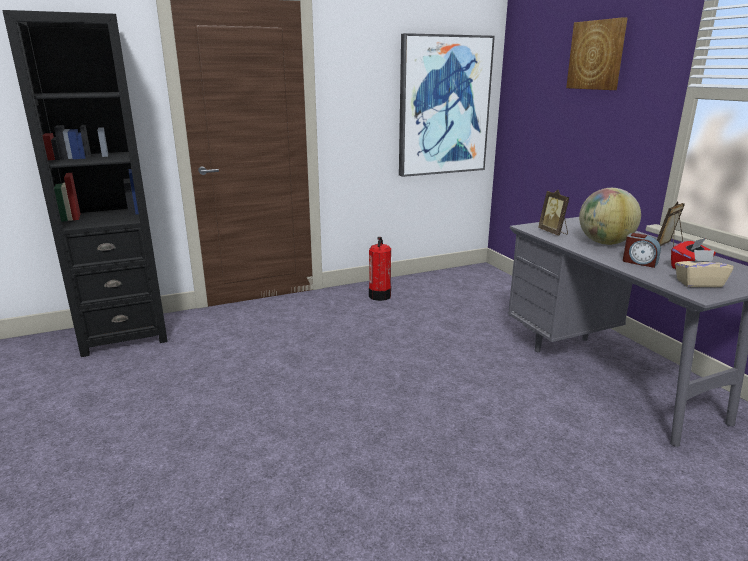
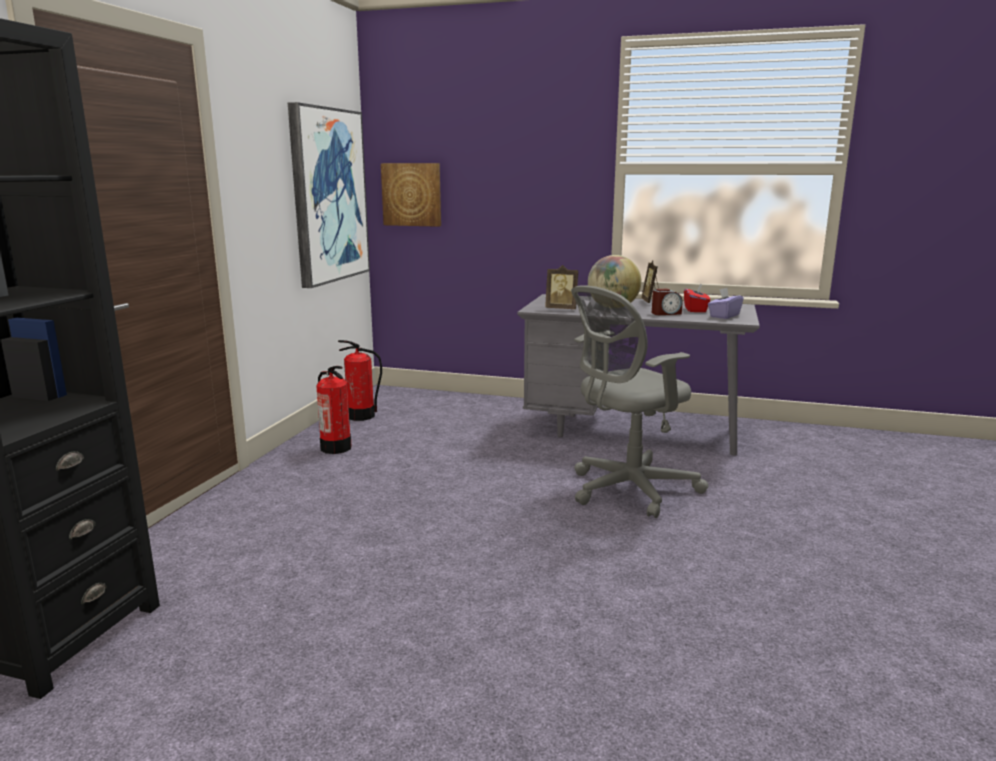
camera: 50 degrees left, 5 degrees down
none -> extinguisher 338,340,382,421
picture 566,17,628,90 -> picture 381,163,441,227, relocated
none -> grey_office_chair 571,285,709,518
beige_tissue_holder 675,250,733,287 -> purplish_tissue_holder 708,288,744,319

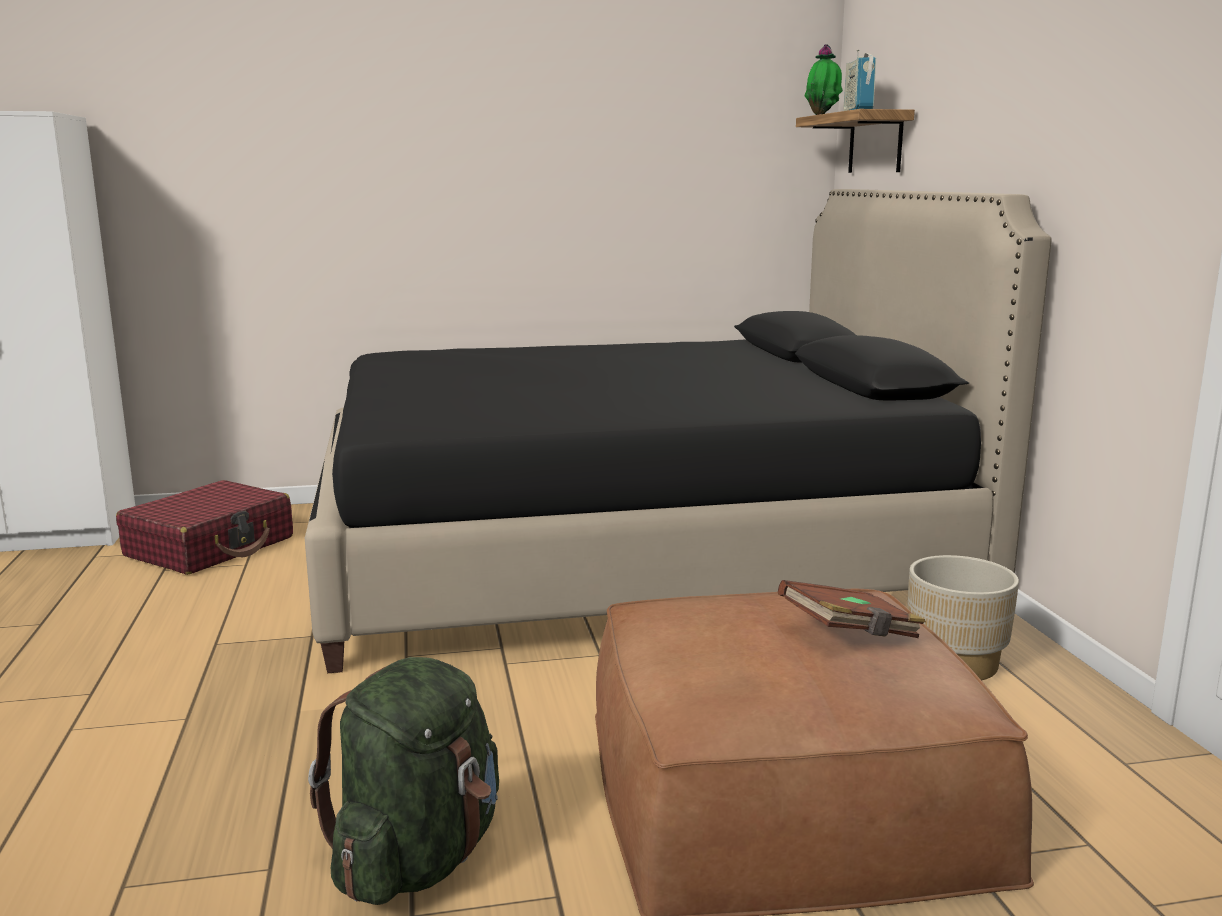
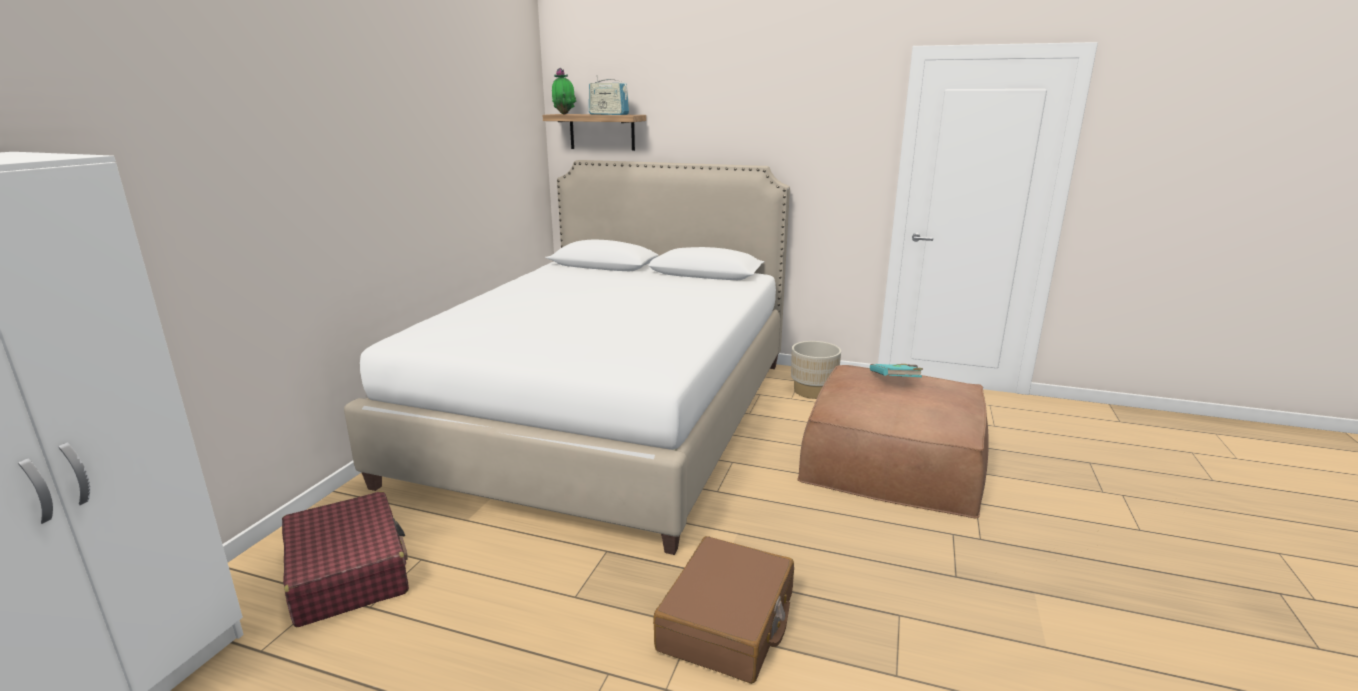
camera: 60 degrees left, 5 degrees up
black-coloured_bedroom_bed 305,189,1052,673 -> whitish_bedroom_bed 344,160,790,555
none -> brownish_travel_case 653,536,794,684
brownish_bound_book 778,580,926,638 -> turquoise_bound_book 870,364,923,377
green_backpack 308,657,499,905 -> none

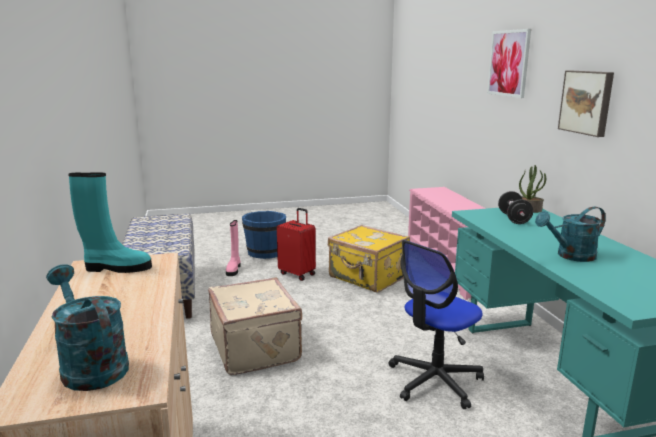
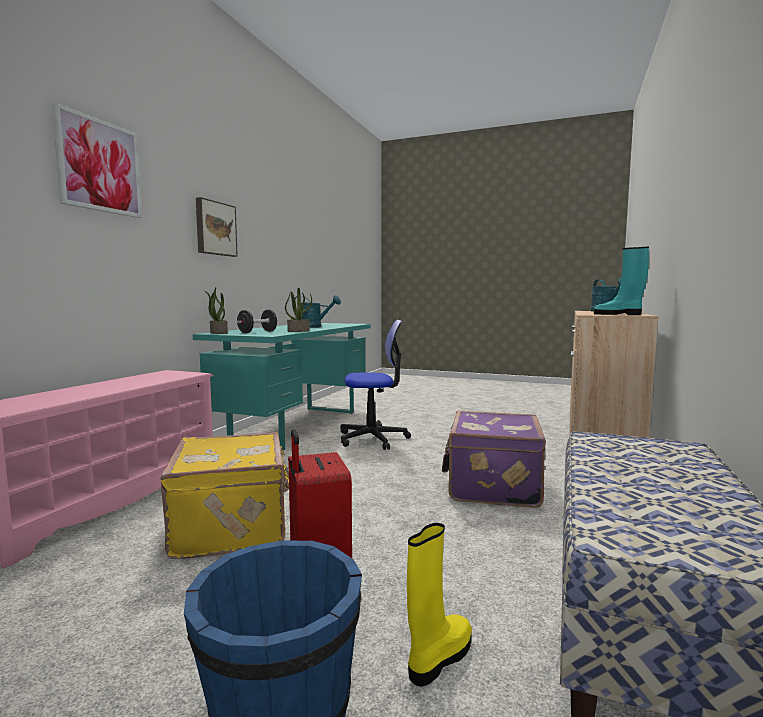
camera: 145 degrees left, 10 degrees down
none -> plant_in_a_pot 285,287,312,332
pink_tall_boot 226,220,241,276 -> yellow-coloured_tall_boot 407,523,472,687
beige_travel_case 208,277,302,375 -> purplish_travel_case 442,410,546,508

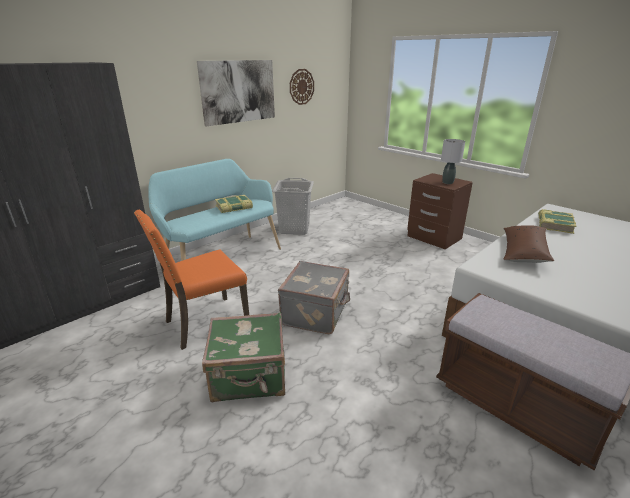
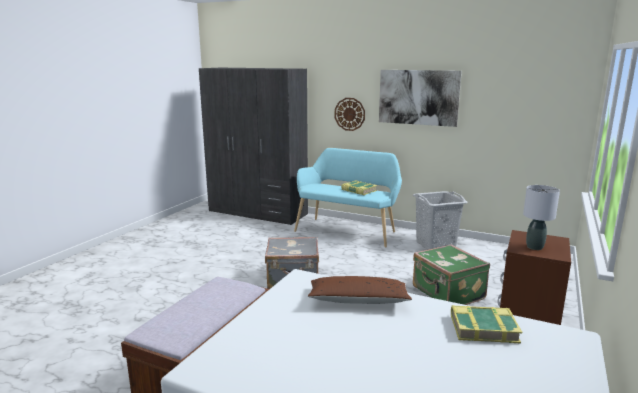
camera: 70 degrees right, 10 degrees down
hanging_clock 290,69,314,105 -> hanging_clock 335,98,365,131, relocated
green_travel_case 202,312,285,402 -> green_travel_case 413,244,490,305, relocated
orangey_upright_chair 134,210,249,350 -> none

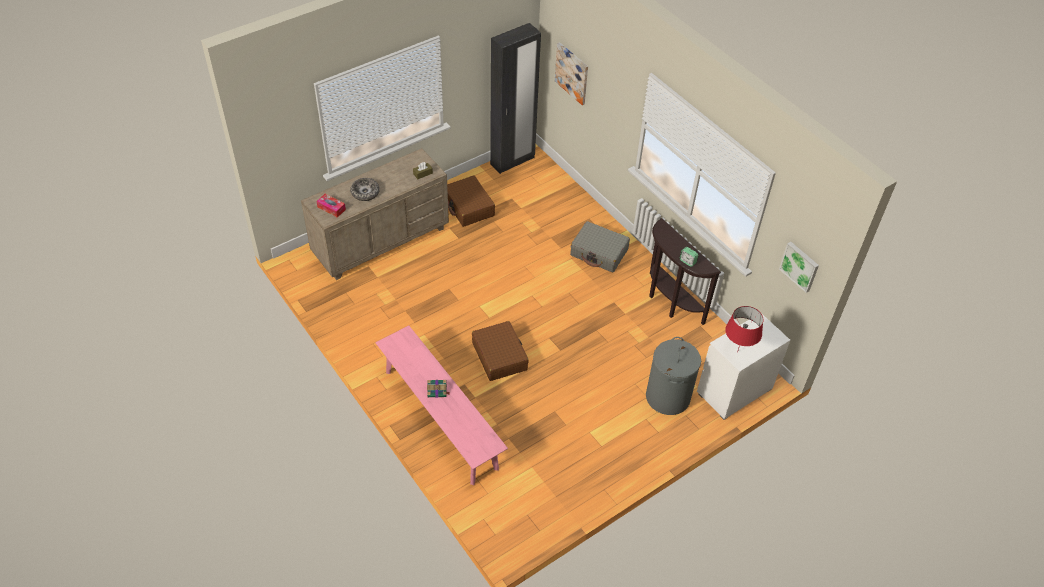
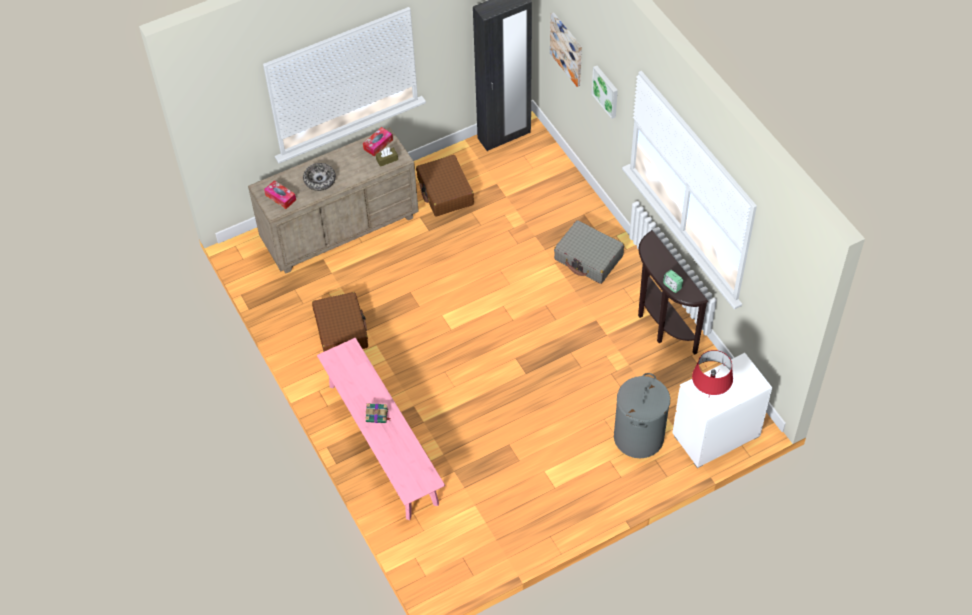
camera: 10 degrees right, 5 degrees up
brownish_travel_case 472,321,529,381 -> brownish_travel_case 312,292,368,351, relocated
none -> tissue_holder 363,127,393,156
picture 779,242,819,293 -> picture 592,66,618,119, relocated

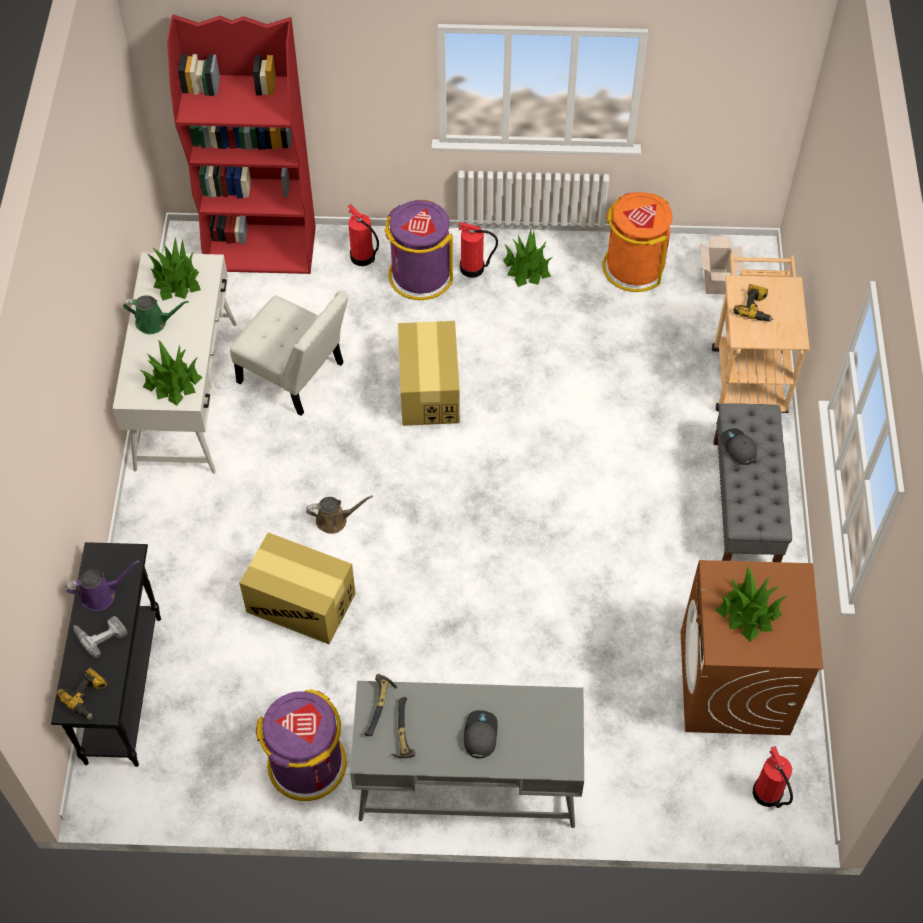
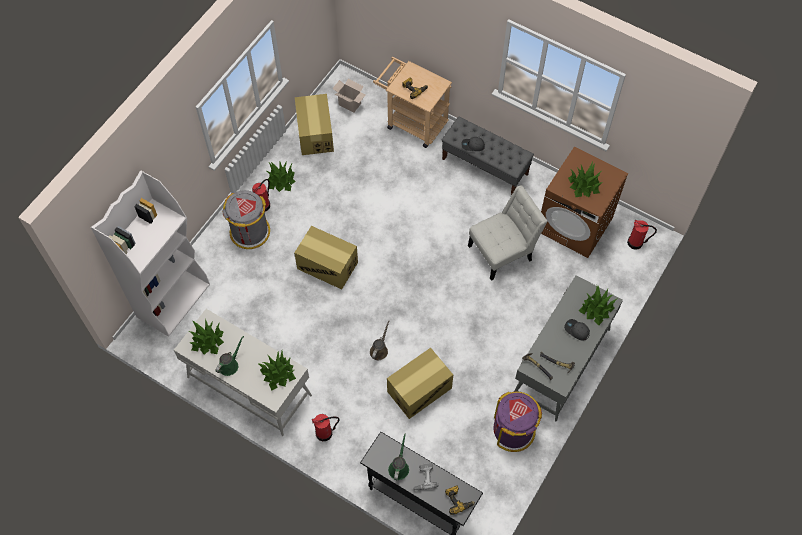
camera: 60 degrees left, 5 degrees up
red_bookcase 167,15,316,274 -> whitish_bookcase 91,170,210,337
purplish_rubbish_bin 385,200,453,300 -> grey_rubbish_bin 222,190,270,249
orangey_rubbish_bin 602,192,672,292 -> cardboard_box 295,94,334,155
extinguisher 348,204,379,266 -> extinguisher 312,414,339,441, relocated
purplish_sprinkling_can 66,560,139,611 -> green_sprinkling_can 388,433,409,480
whitish_upright_chair 230,291,349,416 -> whitish_upright_chair 468,185,548,281, relocated
none -> plant_in_a_pot 579,286,618,325

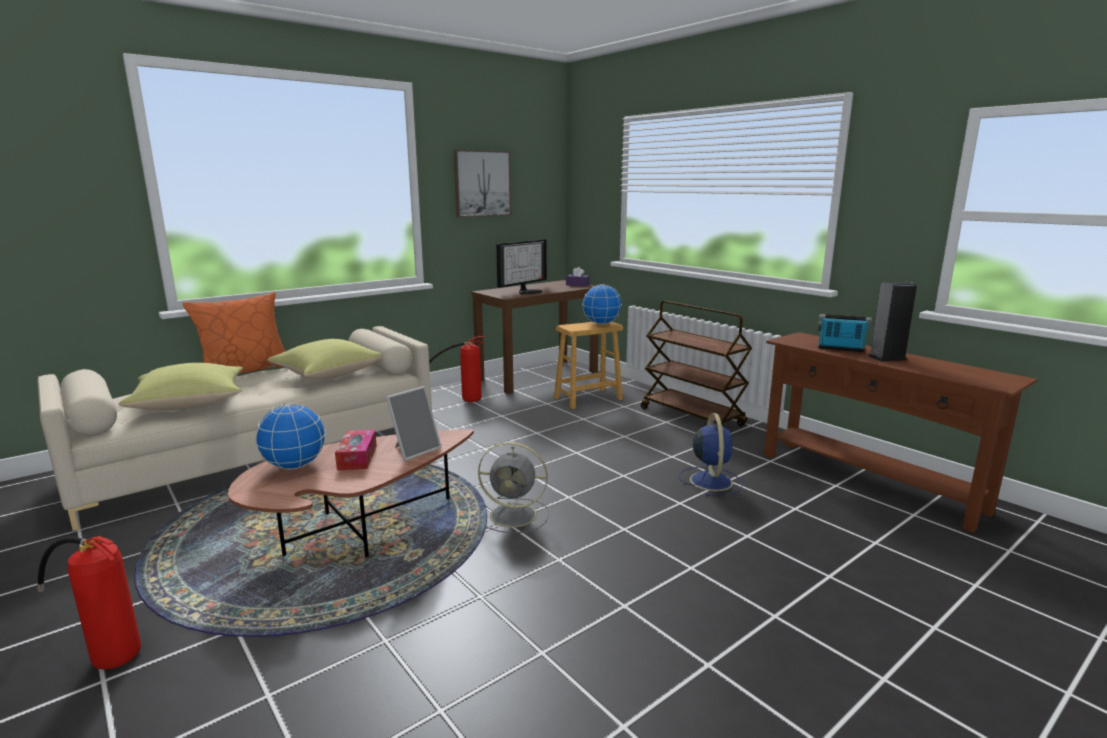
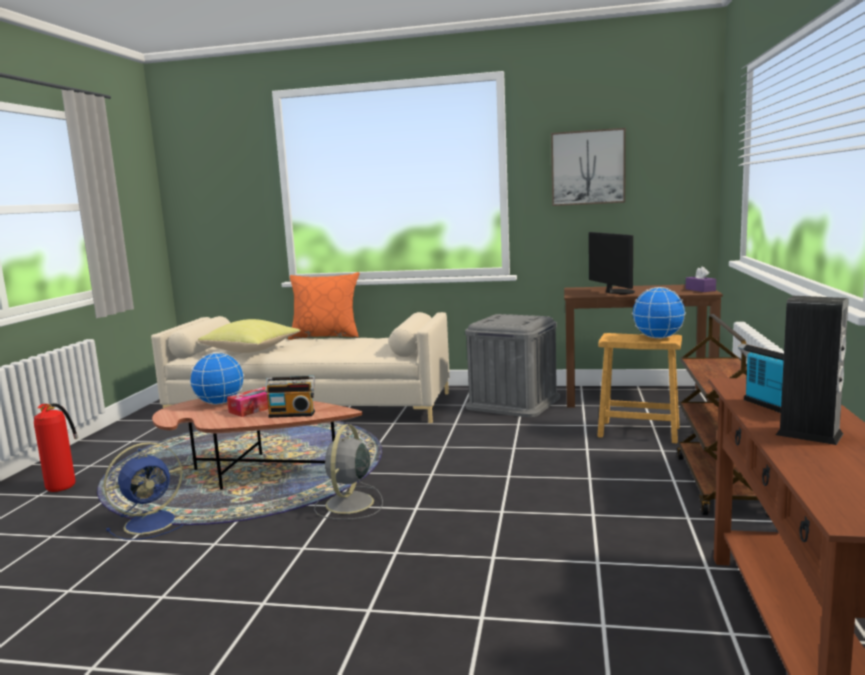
camera: 50 degrees right, 5 degrees down
blue_fan 679,413,742,497 -> blue_fan 104,442,183,540, relocated
photo_frame 386,386,441,461 -> radio_set 265,376,315,418
grey_fan 478,442,549,533 -> grey_fan 314,424,383,520, 45 degrees clockwise
extinguisher 429,336,486,402 -> grey_storage_bin 465,314,560,417
computer_screen 496,239,547,294 -> computer_screen 589,232,635,294, 105 degrees counterclockwise
yellow-coloured_pillow 267,339,381,379 -> none

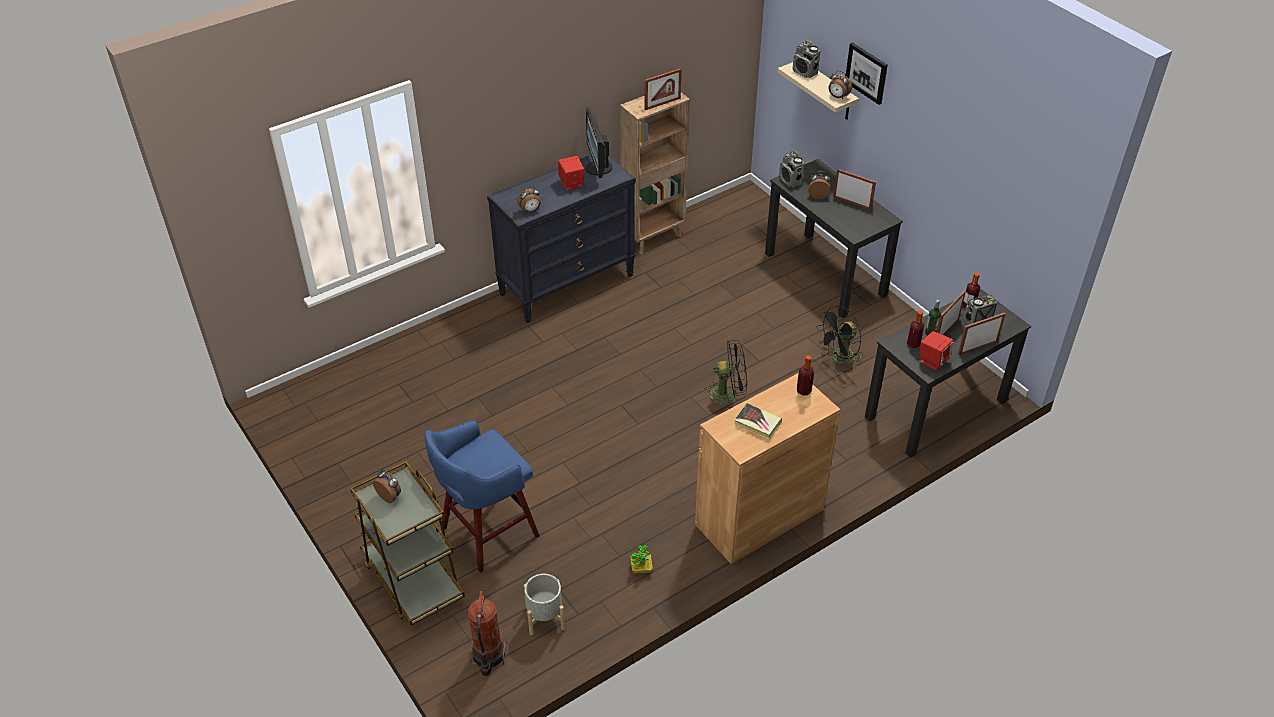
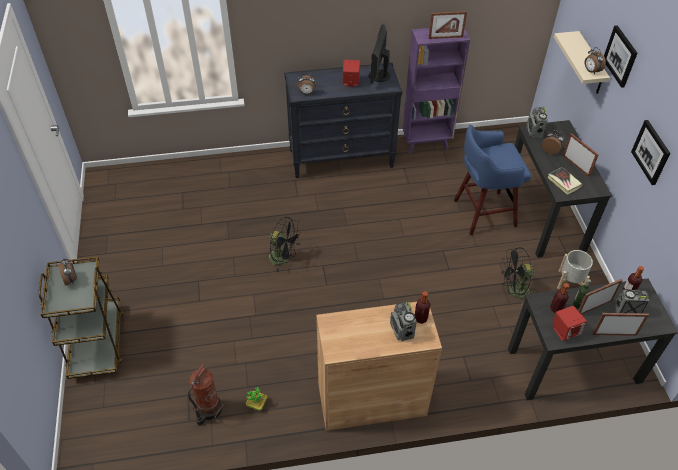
camera: 25 degrees right, 5 degrees up
extinguisher 467,591,507,676 -> extinguisher 188,364,226,425, relocated
black-coloured_fan 702,340,747,409 -> black-coloured_fan 267,216,301,272, relocated
radio_set 793,40,820,78 -> radio_set 390,301,417,341, relocated
brownish_bookcase 620,93,690,254 -> purplish_bookcase 402,28,470,154
blue_stool 425,420,540,573 -> blue_stool 454,125,531,235, relocated
bound_book 735,403,782,439 -> bound_book 548,167,582,195, relocated
grey_planter 524,574,565,635 -> grey_planter 557,250,593,289, relocated
none -> picture 631,120,670,185

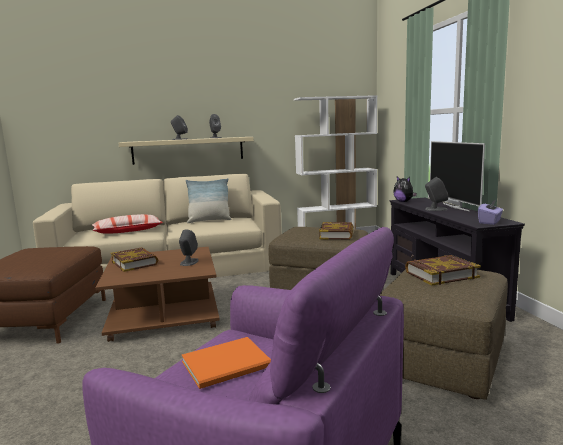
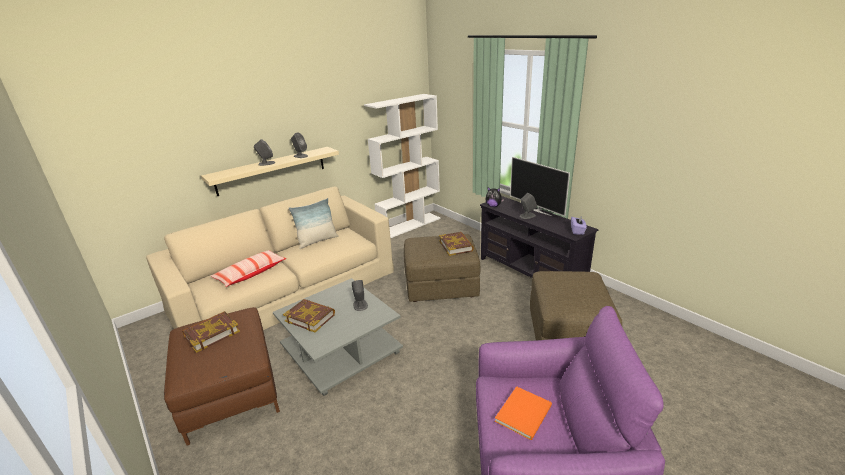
camera: 25 degrees left, 15 degrees up
bound_book 405,255,481,285 -> bound_book 182,311,240,353, relocated
brownish_coffee_table 96,247,220,342 -> grey_coffee_table 273,278,403,396

